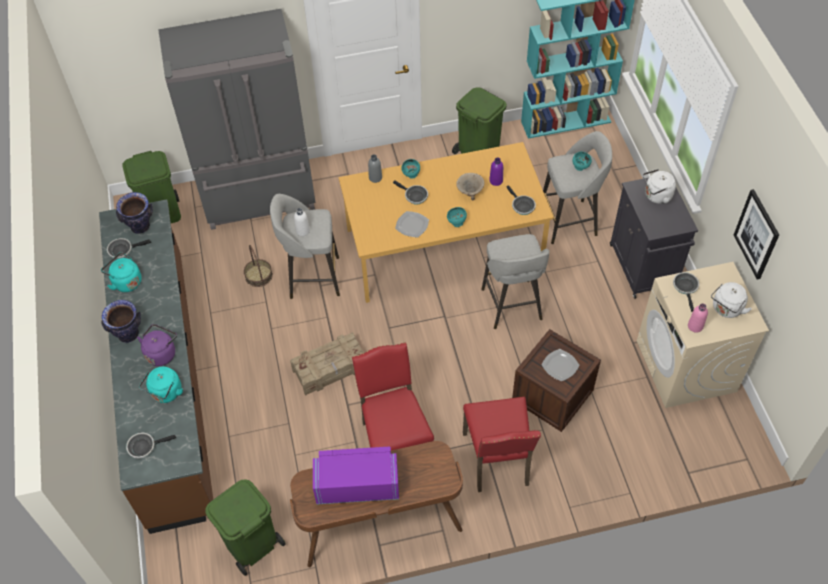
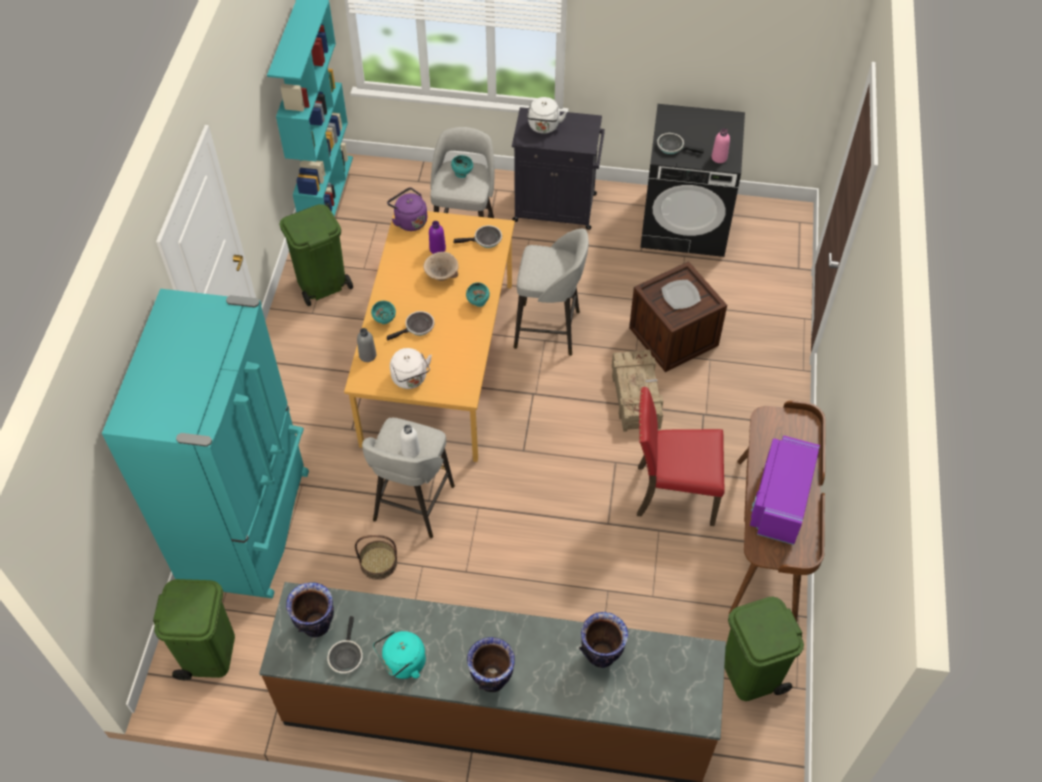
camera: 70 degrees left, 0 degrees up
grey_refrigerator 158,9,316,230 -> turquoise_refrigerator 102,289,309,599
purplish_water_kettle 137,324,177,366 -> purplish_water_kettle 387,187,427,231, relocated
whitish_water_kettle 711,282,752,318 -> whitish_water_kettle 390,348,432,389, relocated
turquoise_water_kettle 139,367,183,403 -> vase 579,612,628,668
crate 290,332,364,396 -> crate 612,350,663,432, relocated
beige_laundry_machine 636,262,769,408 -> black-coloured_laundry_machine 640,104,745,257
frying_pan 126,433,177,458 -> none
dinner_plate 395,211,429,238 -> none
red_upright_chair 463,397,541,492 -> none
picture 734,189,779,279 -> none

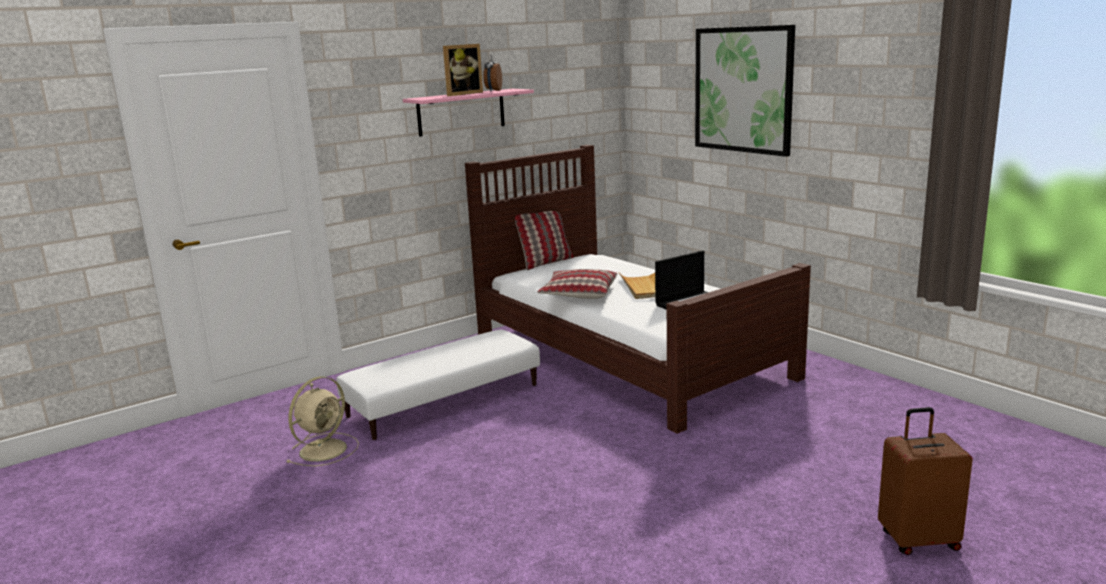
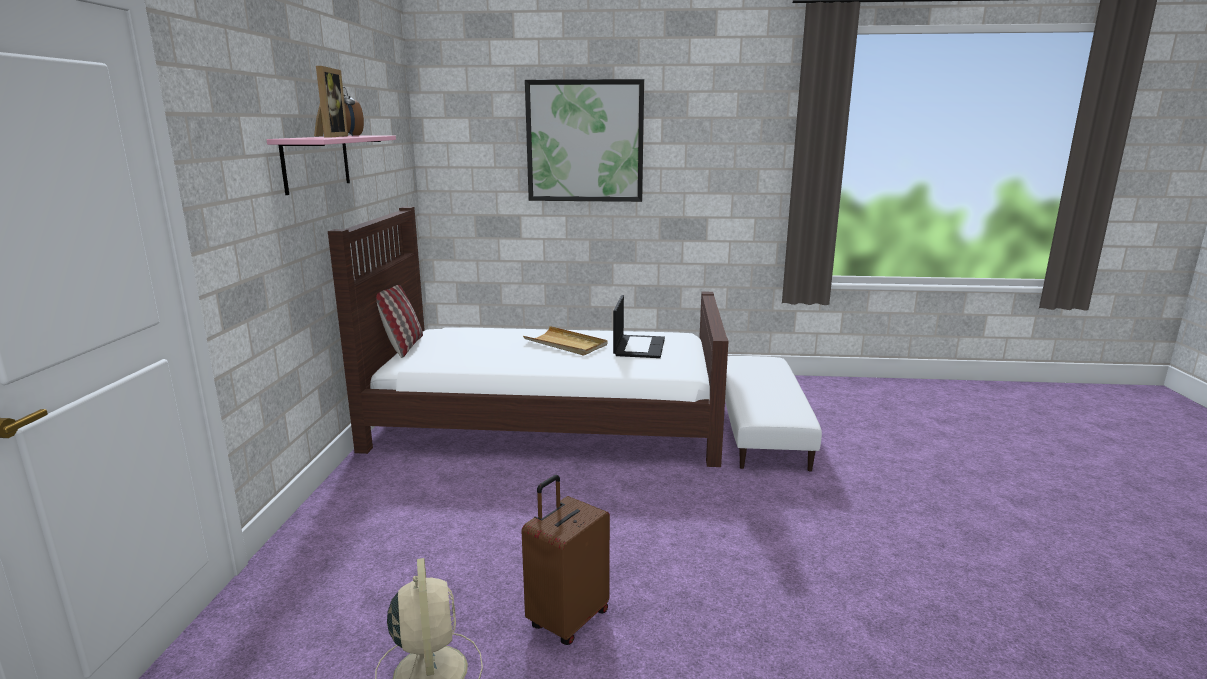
camera: 50 degrees left, 0 degrees up
brownish_travel_case 878,407,973,555 -> brownish_travel_case 522,475,610,645, relocated
whitish_ottoman 336,330,540,440 -> whitish_ottoman 725,356,822,471, relocated
pillow 538,269,617,299 -> none

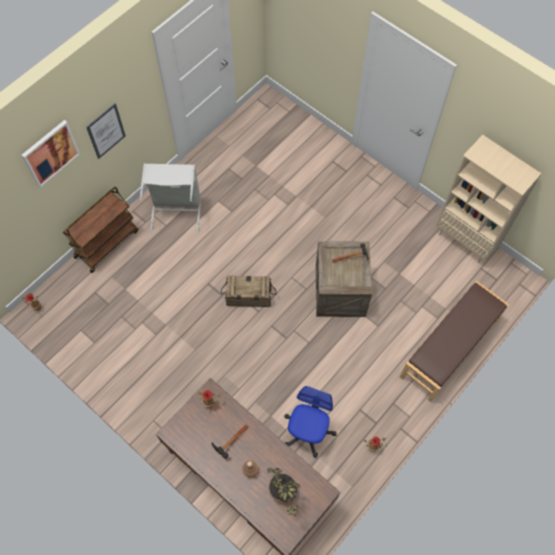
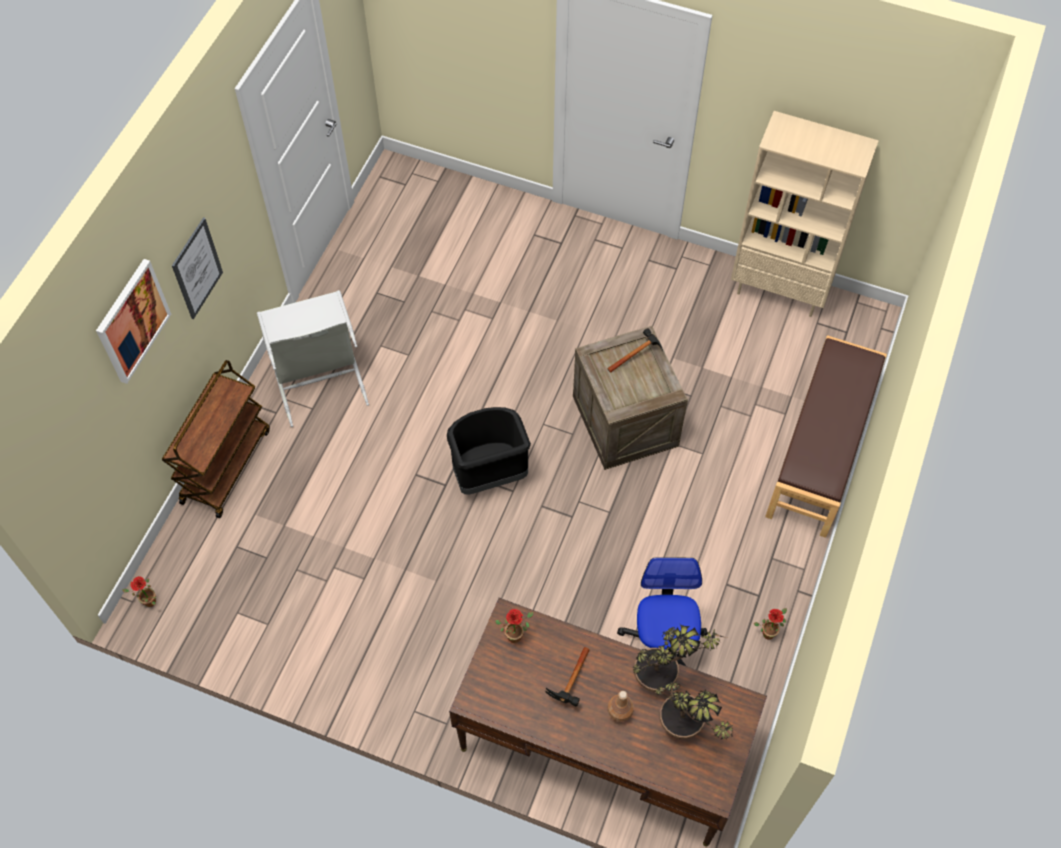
camera: 20 degrees left, 5 degrees down
crate 221,276,277,307 -> black-coloured_rubbish_bin 447,407,531,495
none -> plant_in_a_pot 633,624,727,692

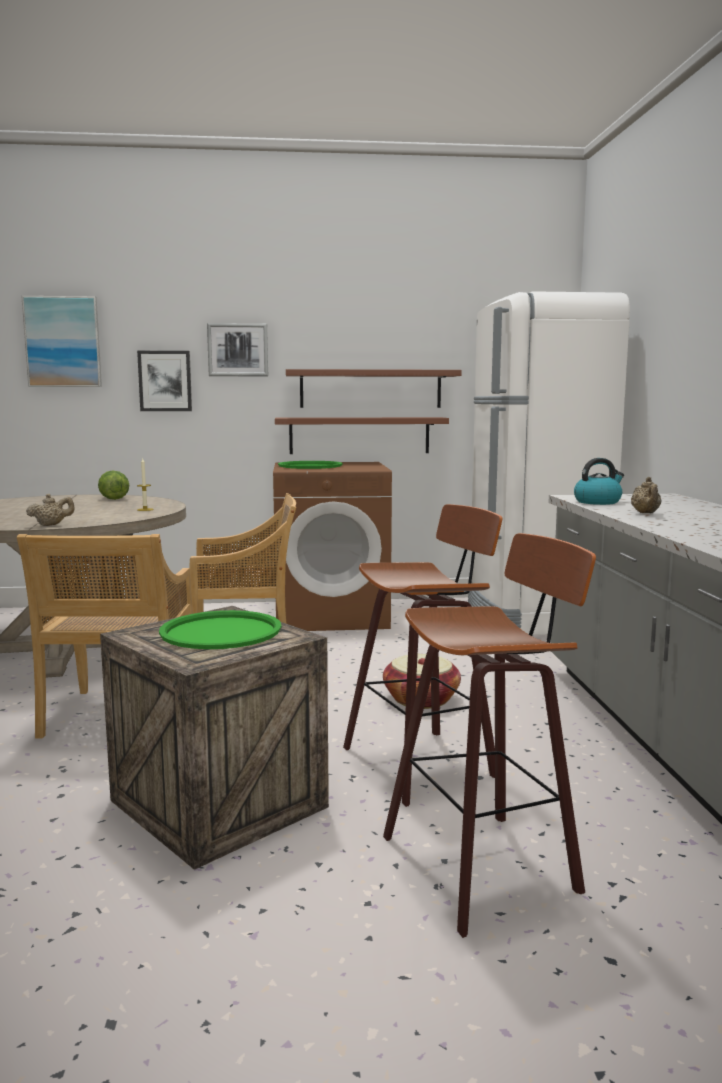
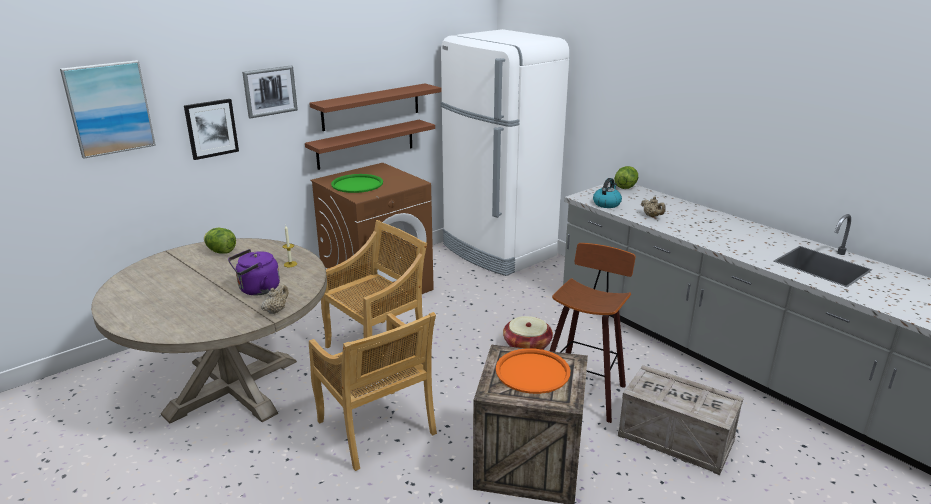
camera: 35 degrees left, 15 degrees up
none -> purplish_water_kettle 228,249,280,295
green_serving_tray 159,610,281,649 -> orangey_serving_tray 496,348,570,394
none -> lettuce 614,166,638,189
stool 383,533,596,938 -> crate 618,365,744,475

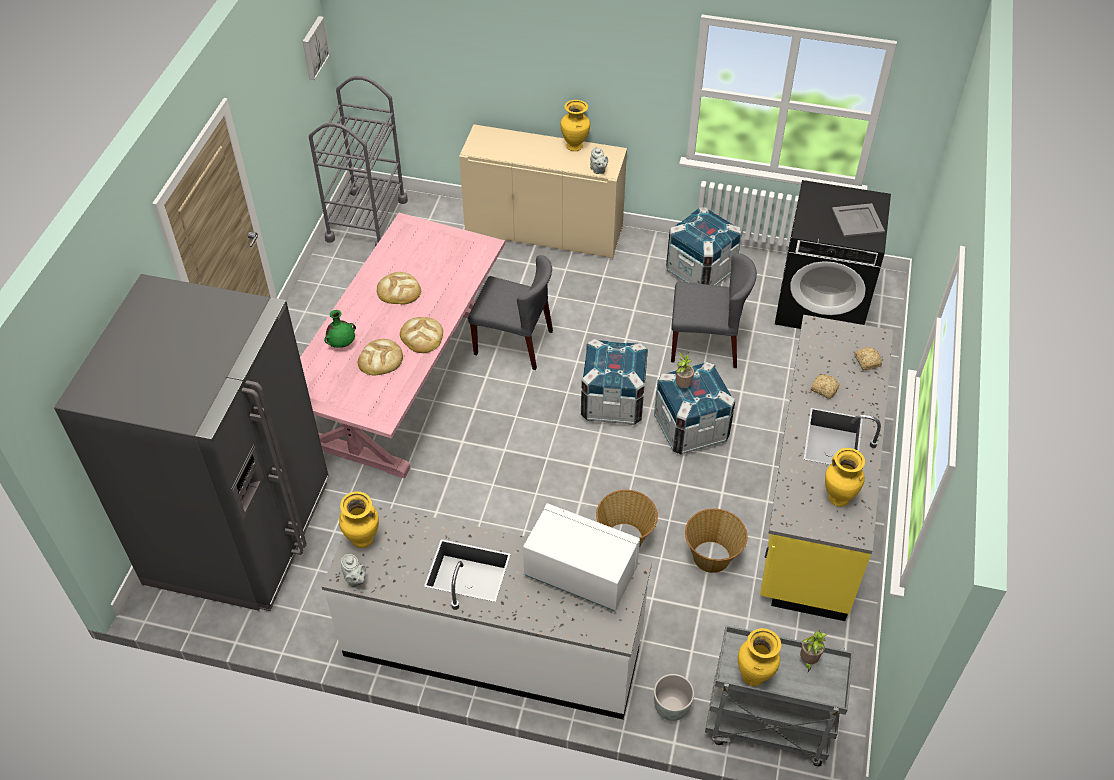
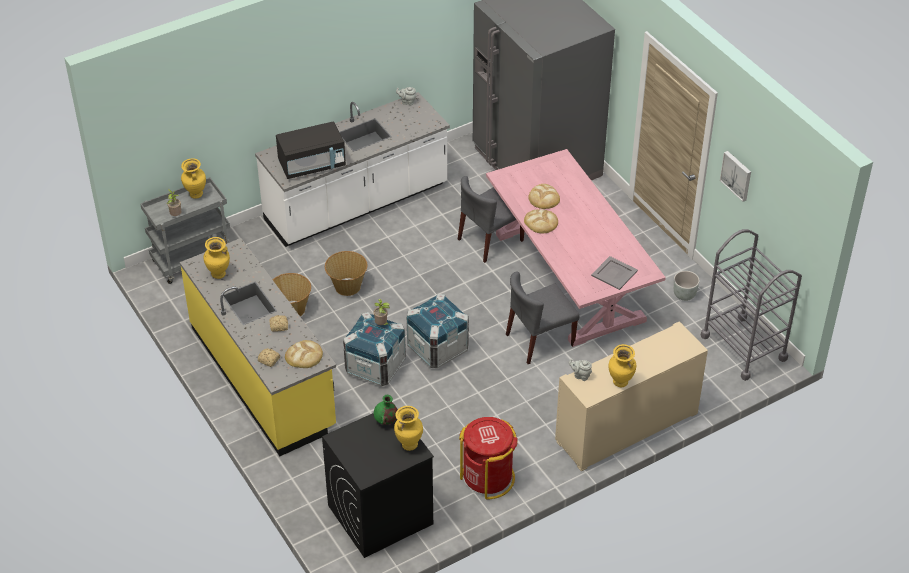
camera: 135 degrees right, 5 degrees down
whitish_microwave 523,503,640,611 -> black-coloured_microwave 276,121,346,179
bakery_bread 377,272,421,304 -> bakery_bread 285,340,323,368, relocated
green_vase 324,310,356,348 -> green_vase 374,395,397,425, relocated
yellow-coloured_vase 339,491,379,548 -> yellow-coloured_vase 394,406,423,451, relocated
grey_upright_chair 671,253,757,368 -> grey_upright_chair 458,176,524,263, relocated
crate 666,207,742,286 -> red_rubbish_bin 459,417,518,500
grey_serving_tray 832,203,885,237 -> grey_serving_tray 591,256,638,290, relocated
grey_planter 654,674,694,721 -> grey_planter 674,271,700,301, relocated
picture 302,16,330,80 -> picture 720,151,751,202, relocated

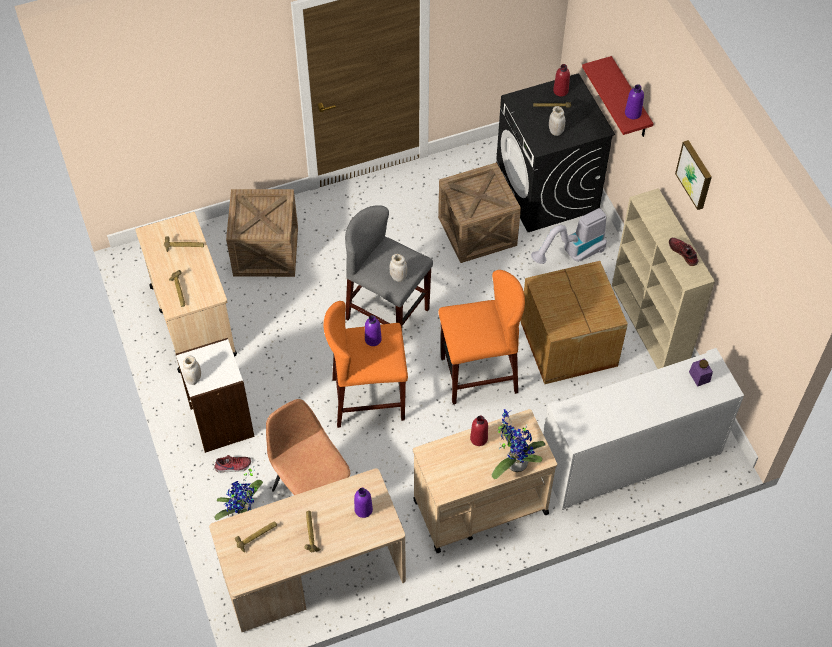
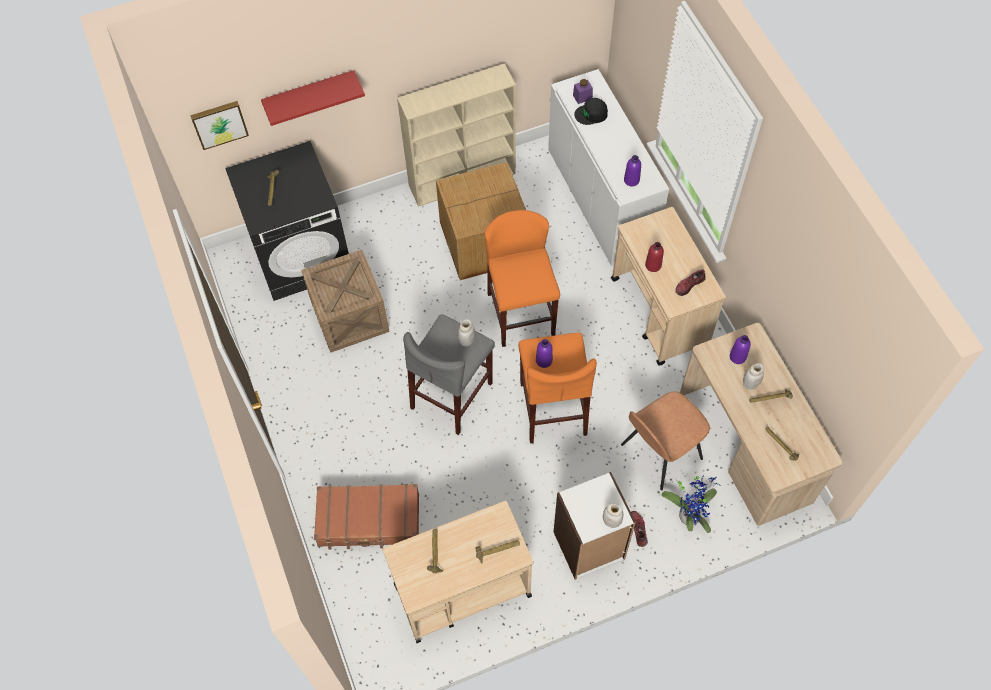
camera: 90 degrees left, 5 degrees up
picture 675,140,712,210 -> picture 190,101,249,150, relocated
crate 226,189,298,277 -> brownish_travel_case 314,484,419,550
none -> black-coloured_baseball_cap 574,98,608,125
purplish_drink_bottle 625,84,644,119 -> purplish_drink_bottle 624,155,641,186, relocated
shoe 669,238,699,266 -> shoe 675,269,706,296, relocated
whitish_jar 549,106,565,136 -> whitish_jar 743,363,764,389, relocated
plant_in_a_pot 492,409,545,479 -> none
vacuum_cleaner 531,208,607,264 -> none
red_drink_bottle 553,64,570,97 -> none

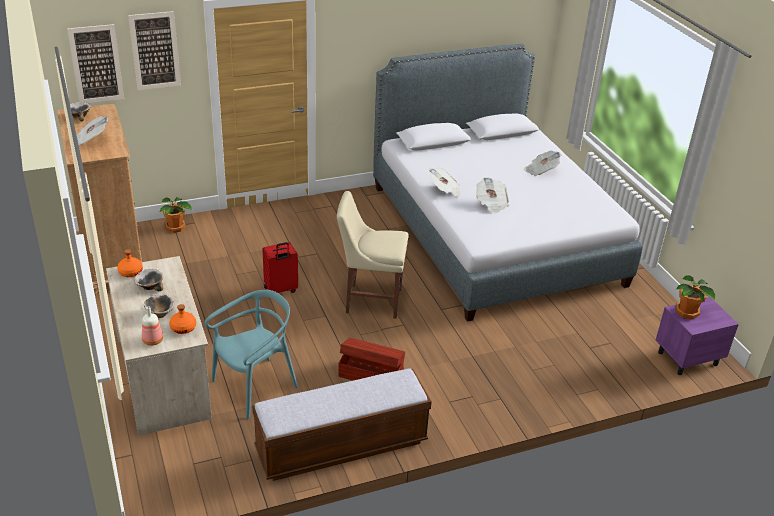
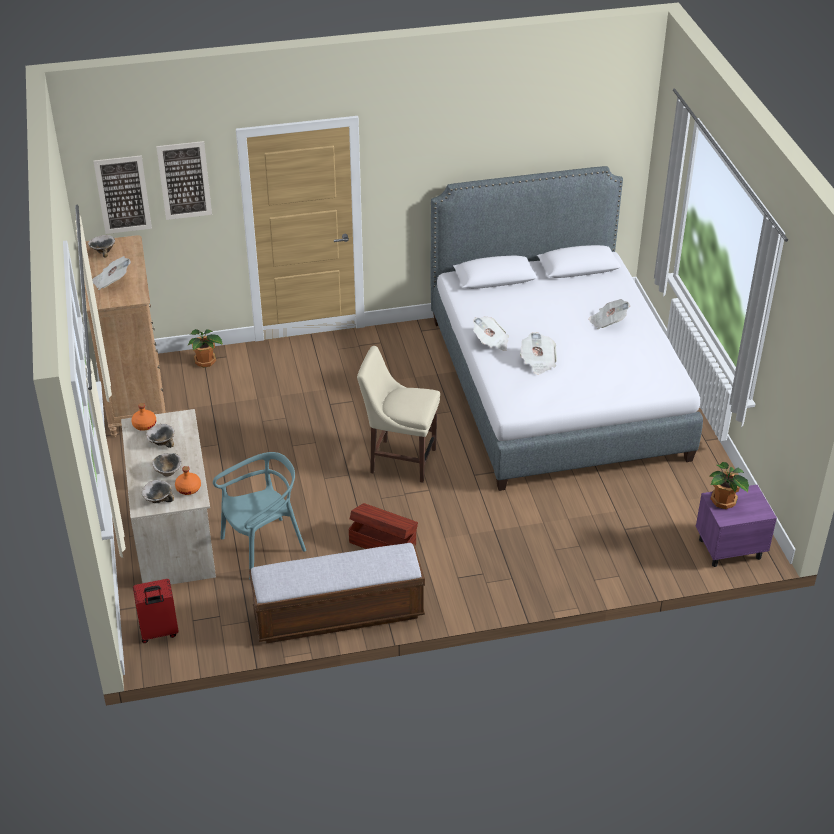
camera: 10 degrees right, 5 degrees up
red_travel_case 262,242,298,293 -> red_travel_case 133,579,179,643, relocated
drink_bottle 142,307,163,346 -> serving_bowl 142,480,174,503

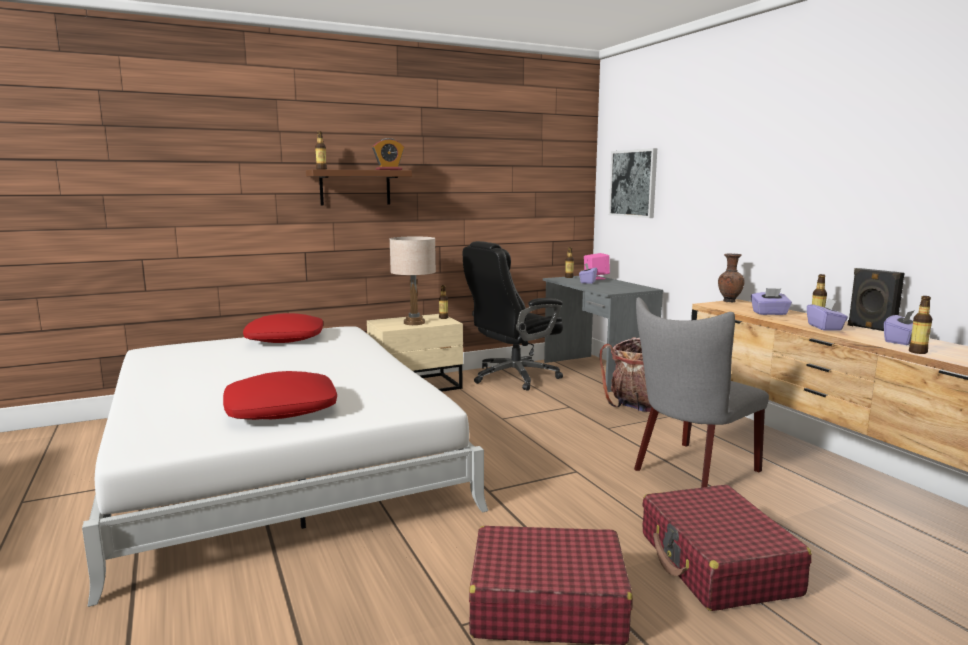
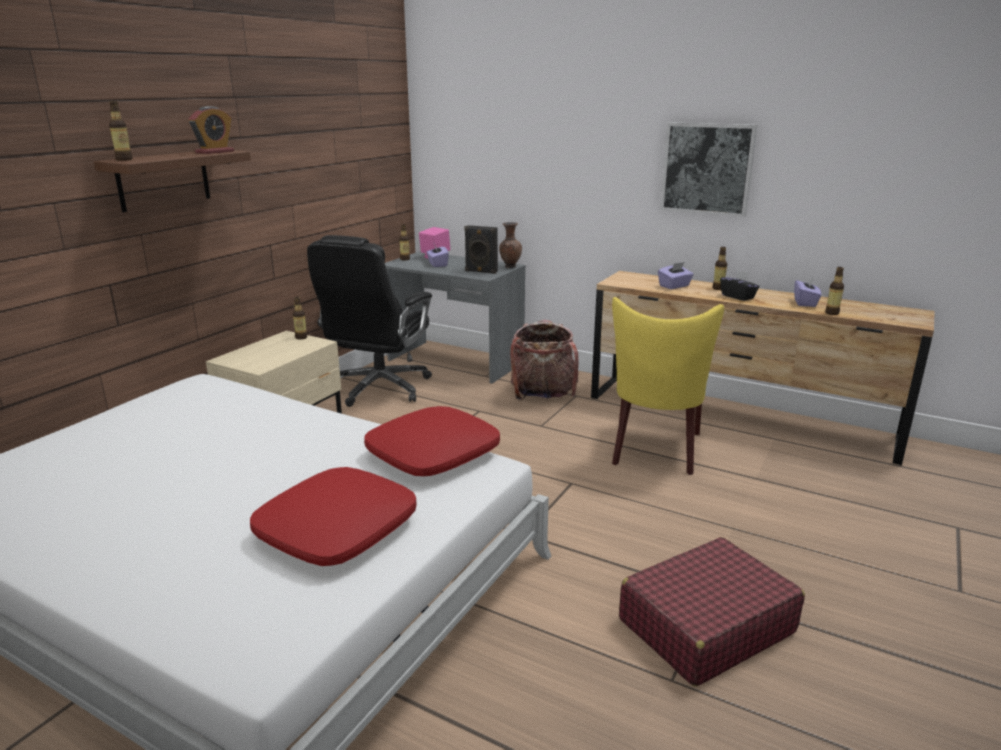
camera: 35 degrees left, 10 degrees up
red_pillow 243,313,323,343 -> red_pillow 364,406,500,476, relocated
black-coloured_speaker 848,268,905,331 -> black-coloured_speaker 464,225,498,274, relocated
brownish_vase 718,254,745,302 -> brownish_vase 499,222,522,268, relocated
grey_upright_chair 634,297,769,488 -> yellow-coloured_upright_chair 612,297,724,475
picture 609,148,657,218 -> picture 660,122,758,217, relocated
purplish_tissue_holder 807,298,848,331 -> black-coloured_tissue_holder 720,270,759,301
beige_lamp_for_a_table 390,236,436,325 -> none
red_travel_case 642,485,812,611 -> none

